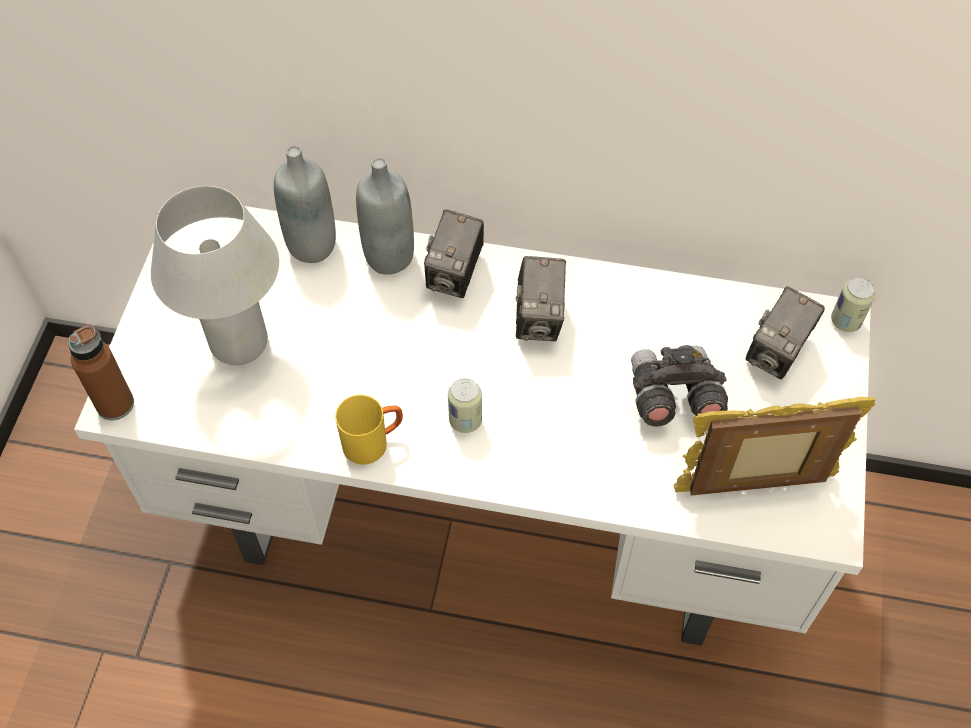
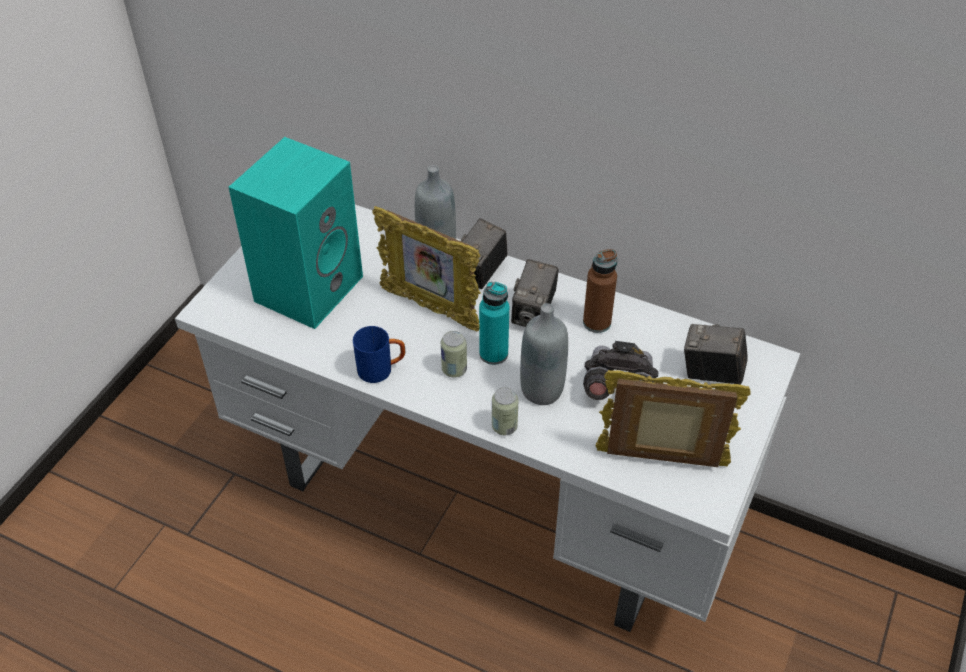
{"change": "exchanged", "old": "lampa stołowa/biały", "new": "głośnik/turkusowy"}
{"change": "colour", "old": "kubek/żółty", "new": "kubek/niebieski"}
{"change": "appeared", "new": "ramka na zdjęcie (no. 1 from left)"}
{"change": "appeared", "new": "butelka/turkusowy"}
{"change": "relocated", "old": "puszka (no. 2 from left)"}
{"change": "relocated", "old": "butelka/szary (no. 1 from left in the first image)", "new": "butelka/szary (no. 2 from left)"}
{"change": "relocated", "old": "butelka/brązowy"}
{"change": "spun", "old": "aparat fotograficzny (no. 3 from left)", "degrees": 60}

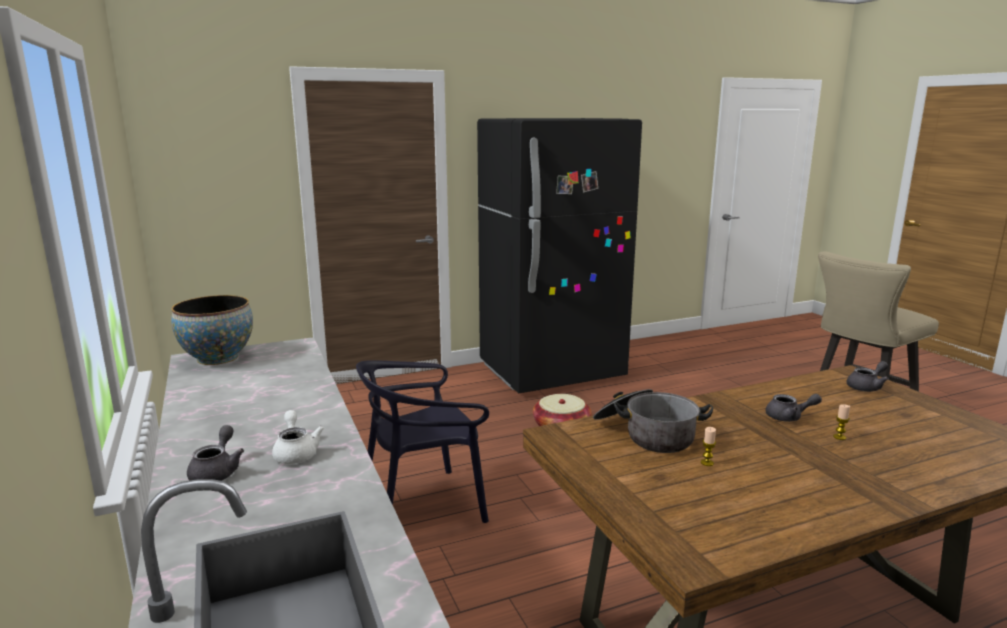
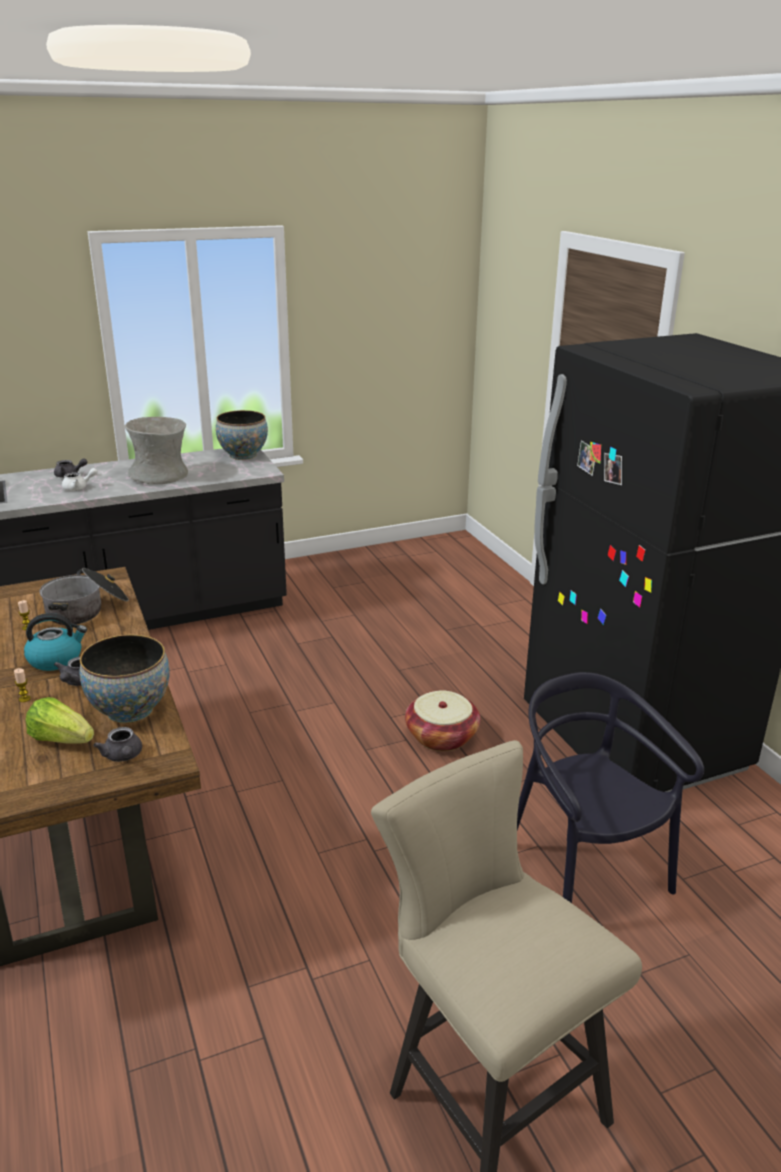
{"change": "appeared", "new": "czajnik"}
{"change": "appeared", "new": "sałata"}
{"change": "appeared", "new": "miska (no. 1 from left)"}
{"change": "appeared", "new": "wazon/szary"}
{"change": "relocated", "old": "krzesło/czarny"}

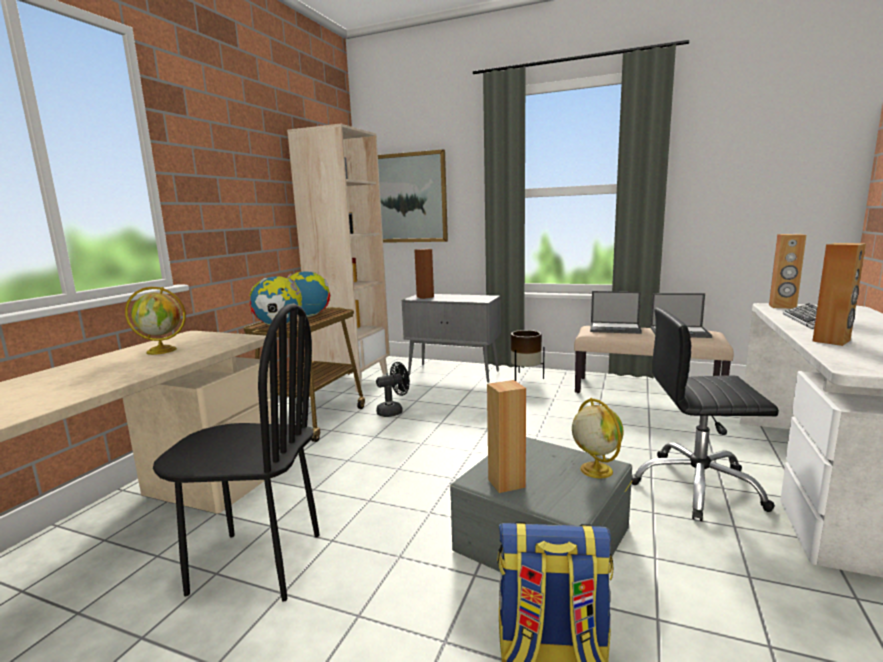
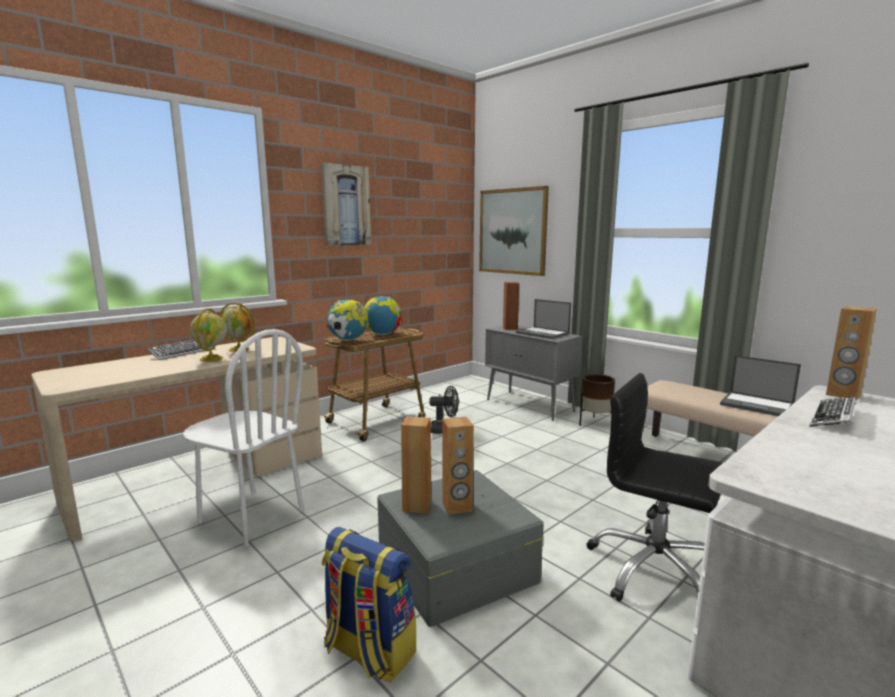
{"change": "appeared", "new": "klawiatura (no. 1 from left)"}
{"change": "colour", "old": "krzesło/czarny", "new": "krzesło/biały"}
{"change": "relocated", "old": "globus (no. 4 from left in the first image)", "new": "globus (no. 1 from left)"}
{"change": "appeared", "new": "obraz (no. 1 from left)"}
{"change": "relocated", "old": "głośnik/brązowy (no. 4 from left in the first image)", "new": "głośnik/brązowy (no. 2 from left)"}
{"change": "relocated", "old": "laptop (no. 1 from left)"}
{"change": "missing", "old": "regał/beżowy"}

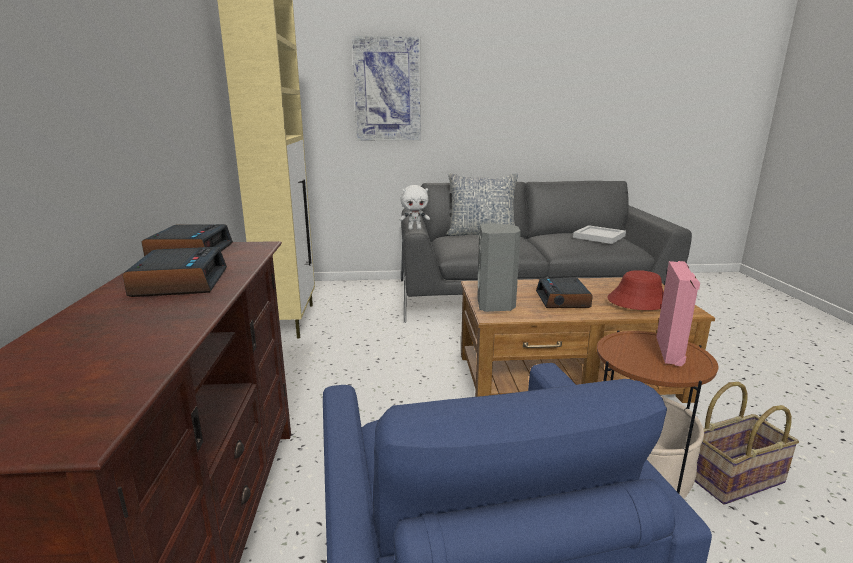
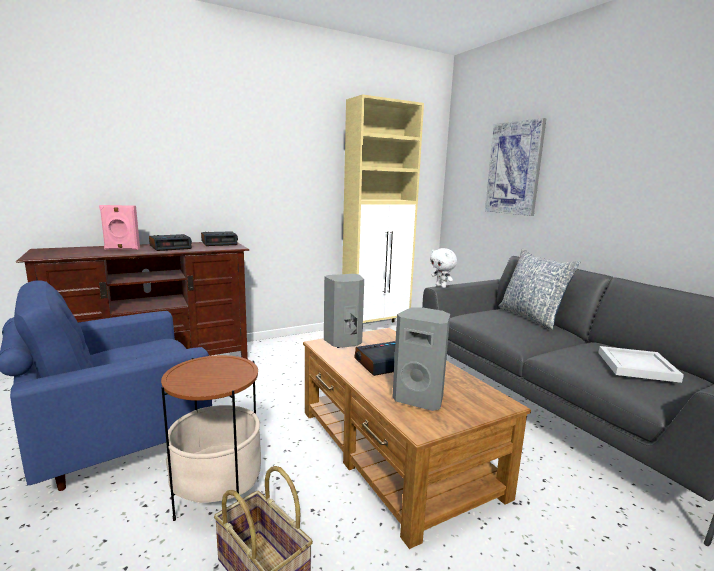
{"change": "relocated", "old": "głośnik/różowy"}
{"change": "exchanged", "old": "kapelusz/czerwony", "new": "głośnik/szary (no. 2 from left)"}

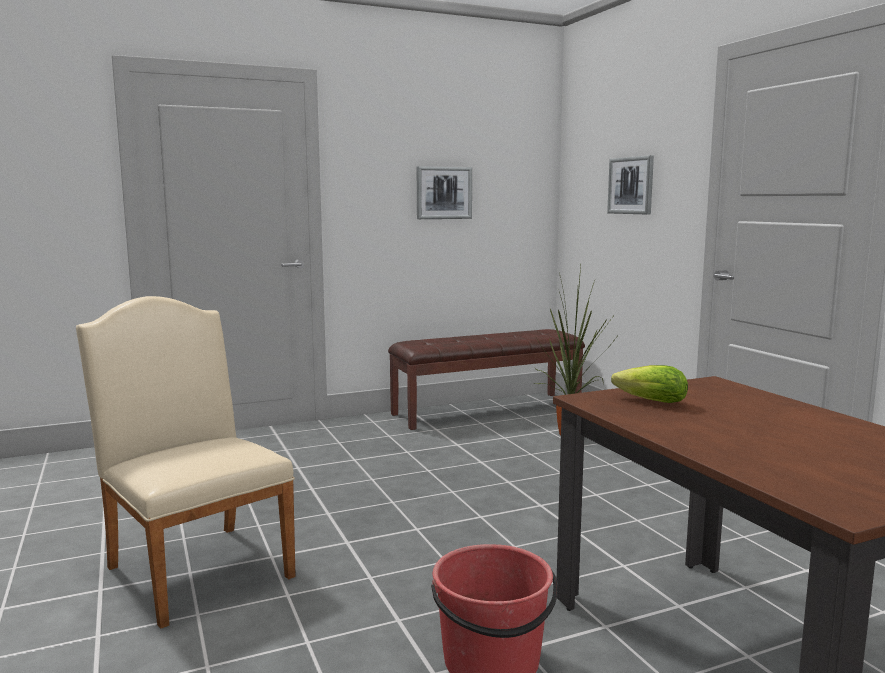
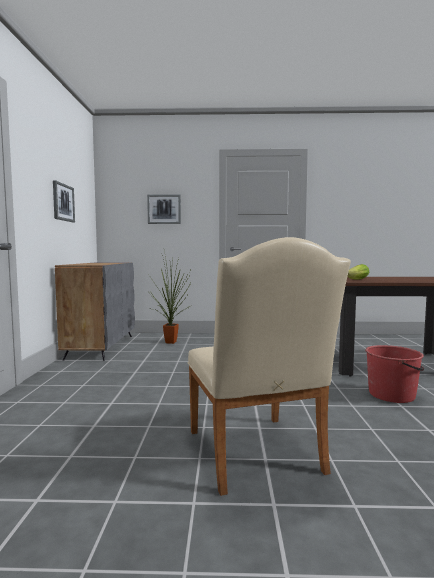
{"change": "exchanged", "old": "ławka/brązowy", "new": "szafka/szary"}
{"change": "spun", "old": "krzesło/beżowy", "degrees": -90}

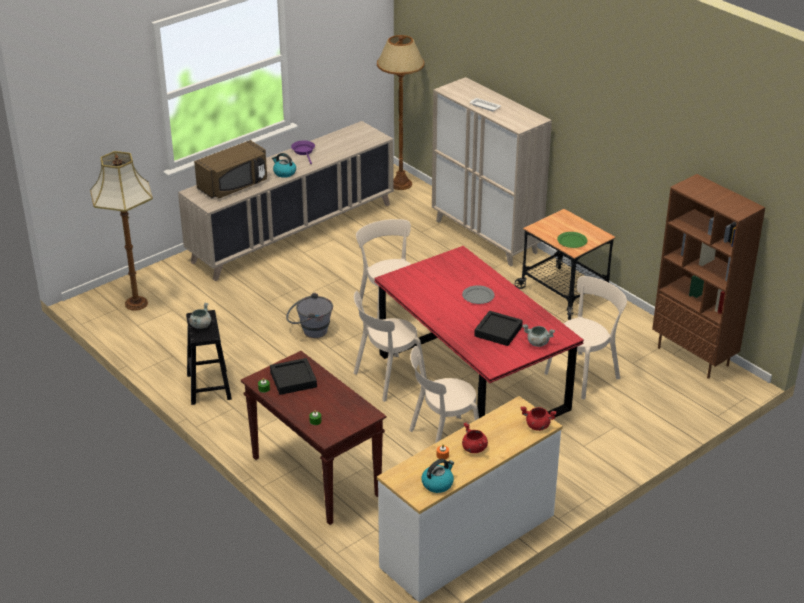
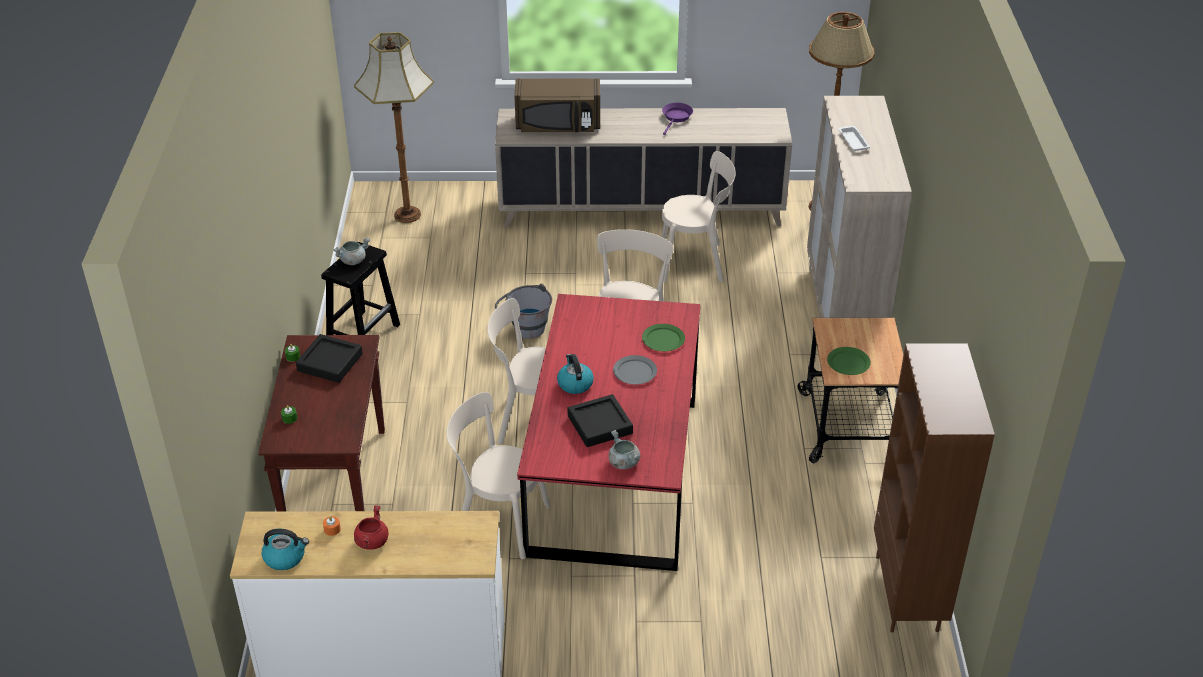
{"change": "relocated", "old": "czajnik (no. 1 from left in the first image)", "new": "czajnik (no. 2 from left)"}
{"change": "appeared", "new": "talerz/zielony (no. 1 from left)"}
{"change": "relocated", "old": "krzesło/beżowy (no. 4 from left)"}
{"change": "missing", "old": "garnek/czerwony (no. 2 from left)"}

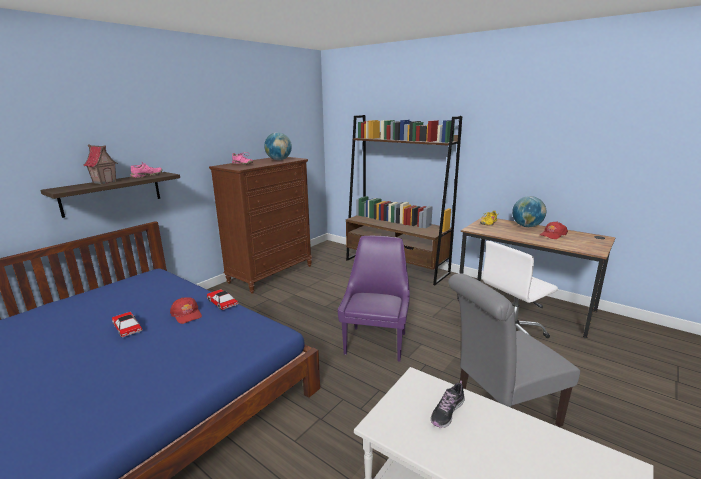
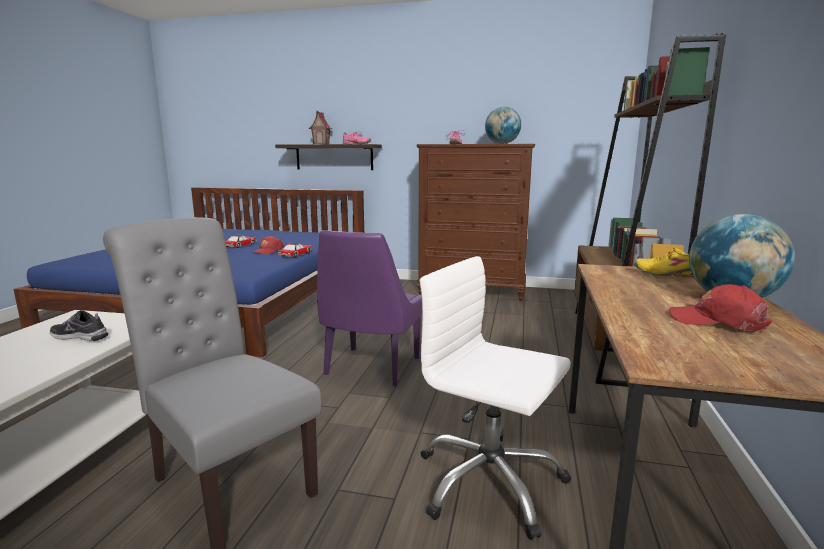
{"change": "spun", "old": "krzesło/fioletowy", "degrees": 120}

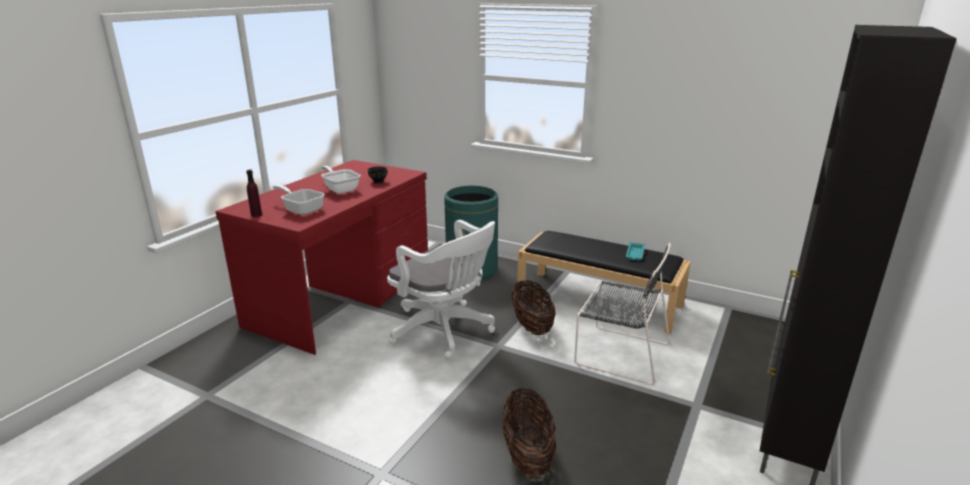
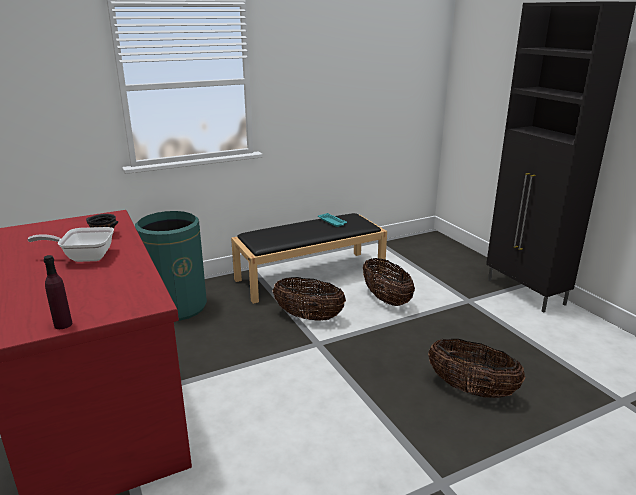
{"change": "exchanged", "old": "krzesło/czarny", "new": "koszyk (no. 2 from left)"}
{"change": "missing", "old": "patelnia (no. 1 from left)"}
{"change": "missing", "old": "krzesło biurowe/biały"}

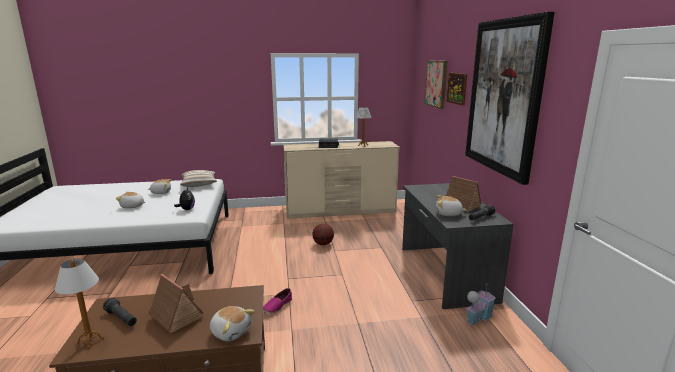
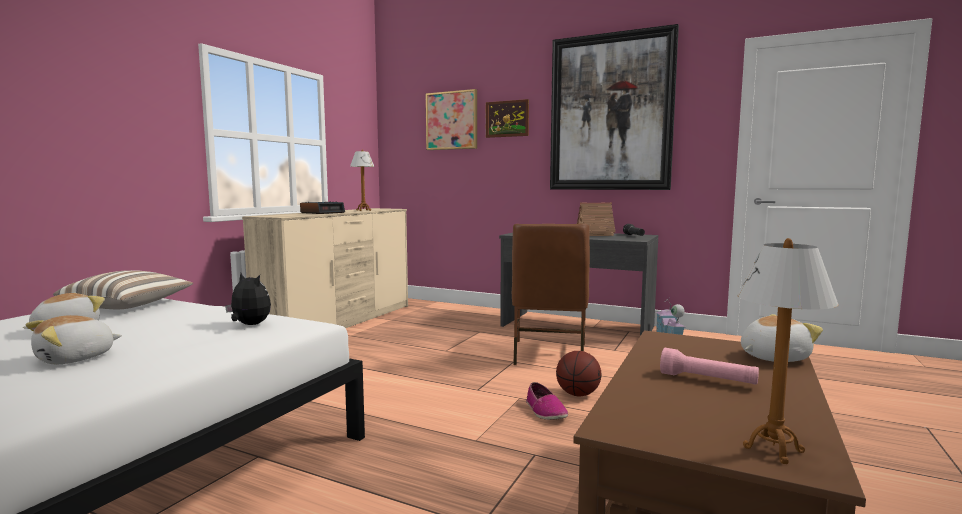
{"change": "appeared", "new": "krzesło/brązowy"}
{"change": "relocated", "old": "piłka do koszykówki"}
{"change": "exchanged", "old": "domek (no. 1 from left)", "new": "latarka/różowy"}
{"change": "missing", "old": "latarka/czarny (no. 1 from left)"}
{"change": "missing", "old": "pluszak (no. 5 from left)"}

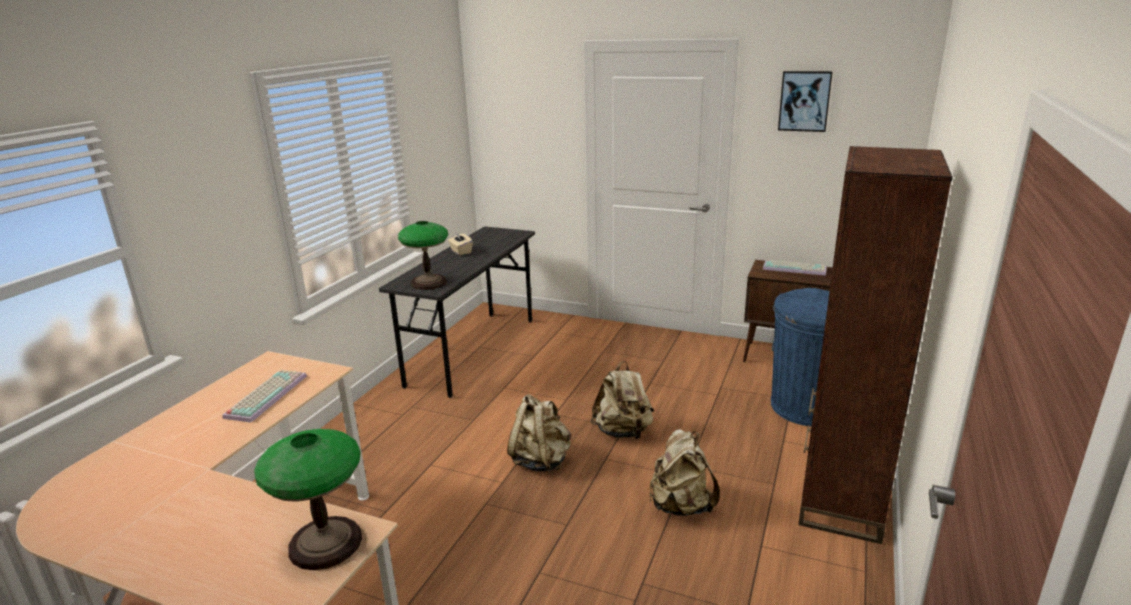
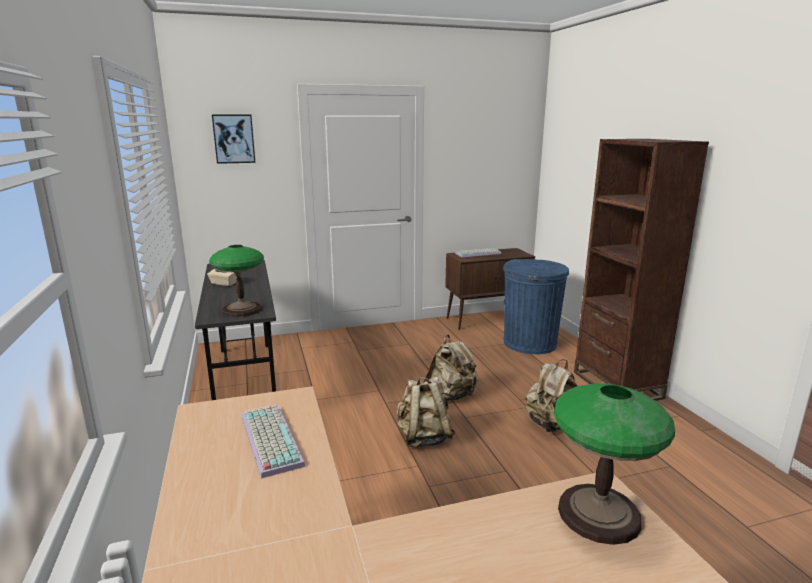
{"change": "relocated", "old": "obraz"}

